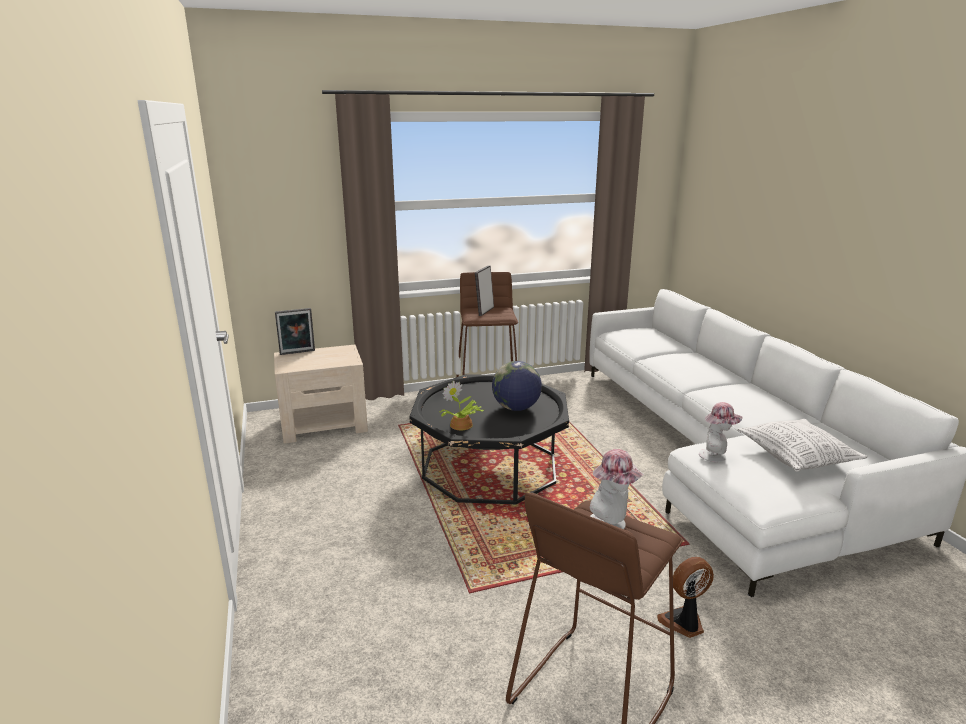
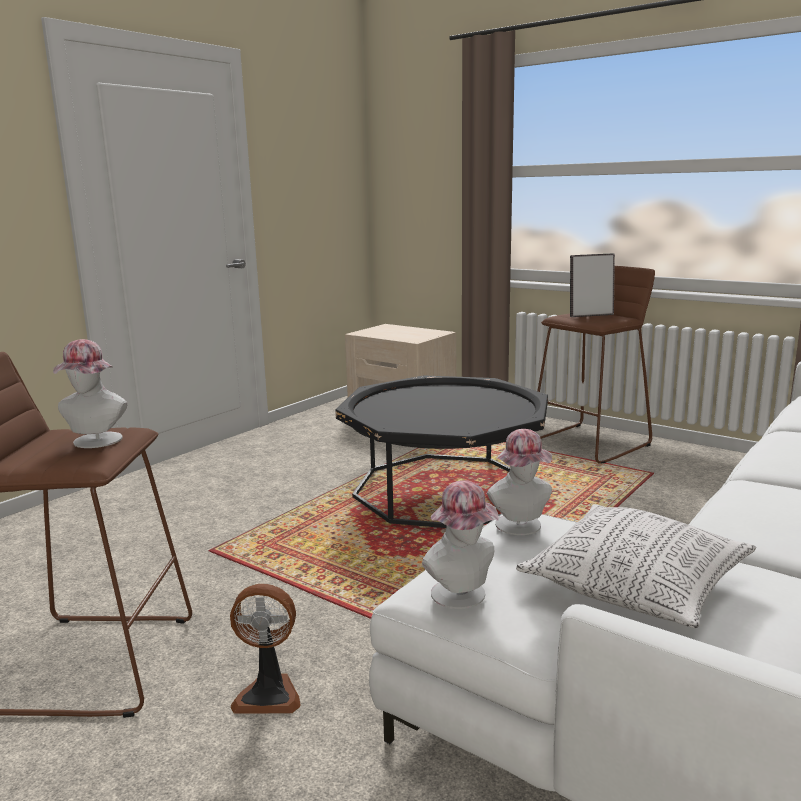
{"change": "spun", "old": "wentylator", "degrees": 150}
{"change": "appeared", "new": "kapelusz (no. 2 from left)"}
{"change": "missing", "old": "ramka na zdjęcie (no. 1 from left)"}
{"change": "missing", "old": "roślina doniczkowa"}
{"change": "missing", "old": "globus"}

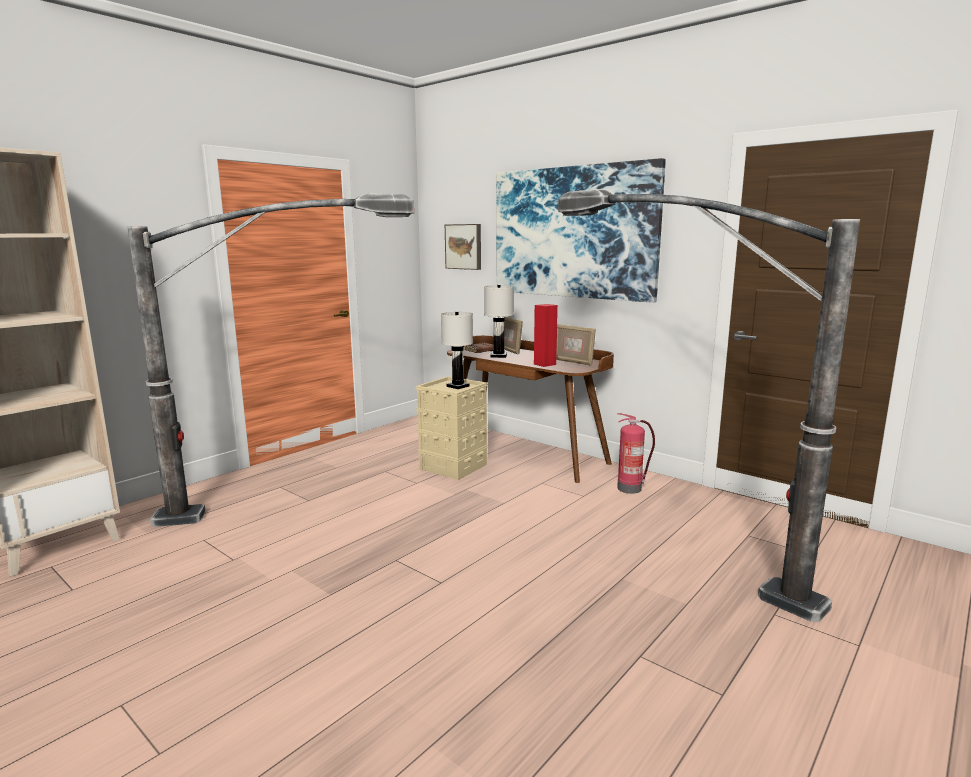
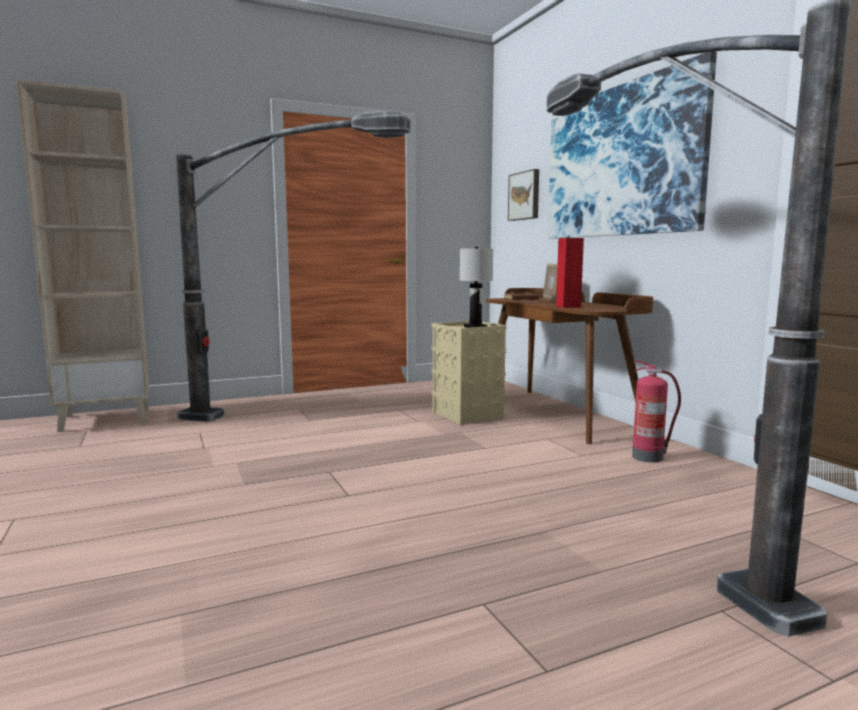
{"change": "missing", "old": "lampa stołowa/biały (no. 2 from left)"}
{"change": "missing", "old": "ramka na zdjęcie (no. 2 from left)"}

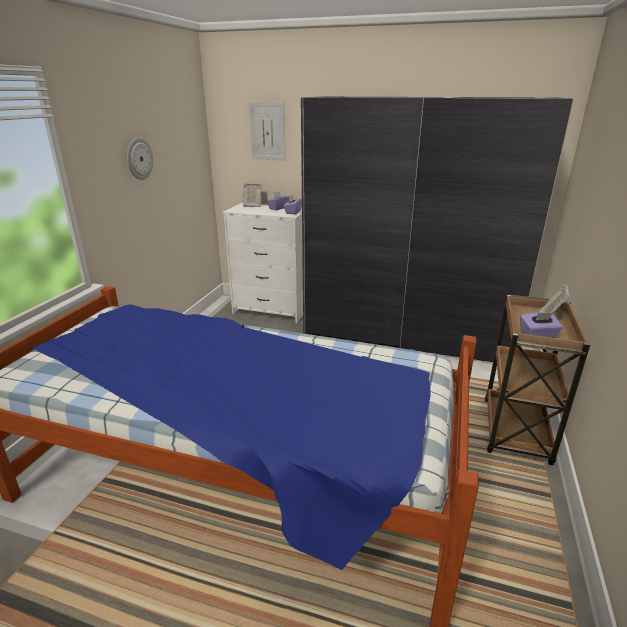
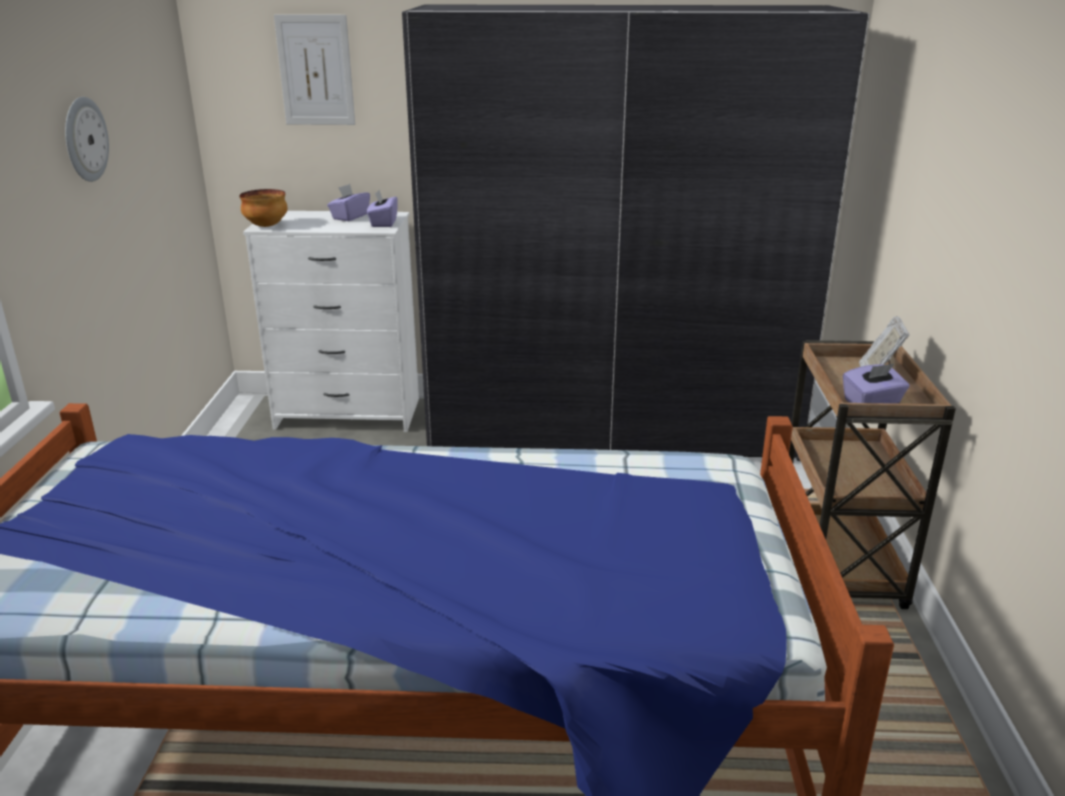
{"change": "appeared", "new": "miska"}
{"change": "missing", "old": "ramka na zdjęcie (no. 1 from left)"}

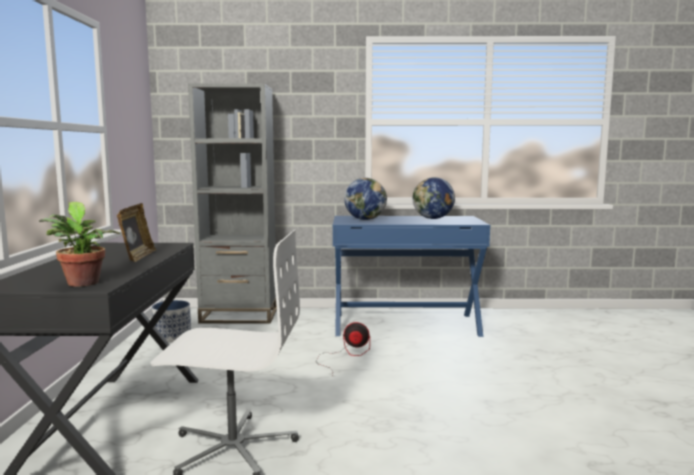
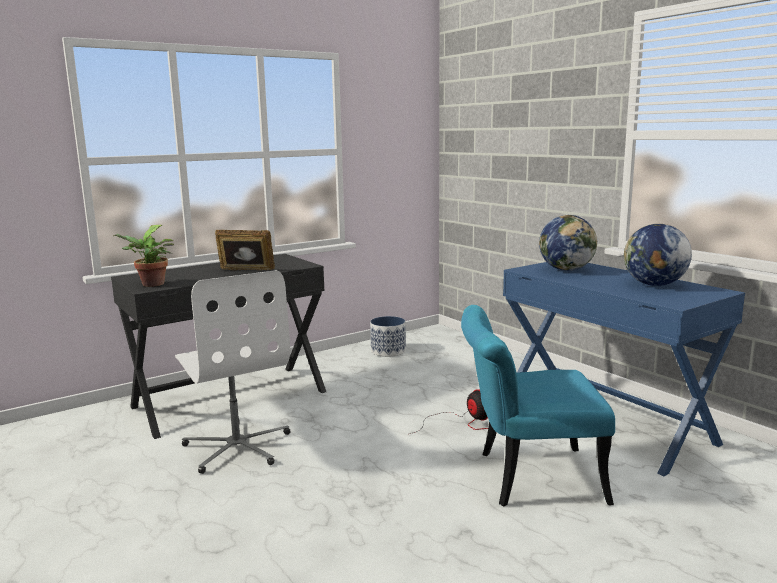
{"change": "spun", "old": "ramka na zdjęcie", "degrees": -135}
{"change": "appeared", "new": "krzesło/turkusowy"}
{"change": "missing", "old": "regał/szary"}

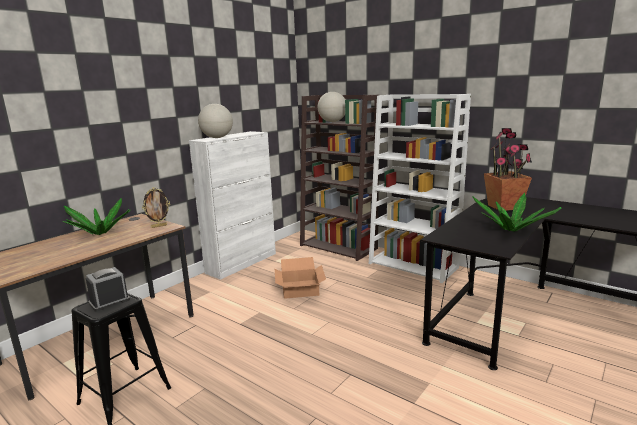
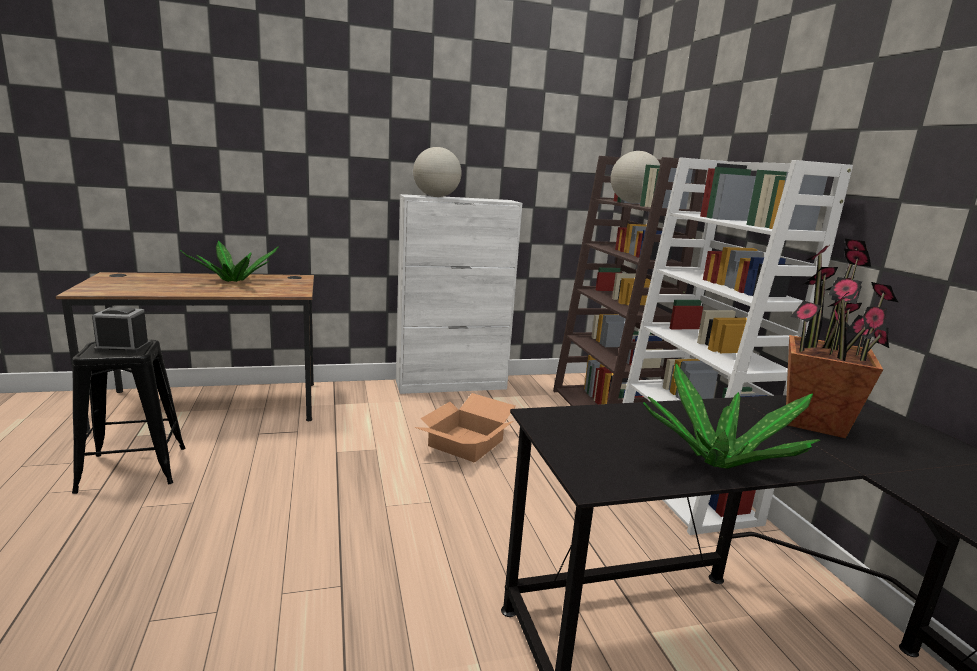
{"change": "missing", "old": "ramka na zdjęcie"}

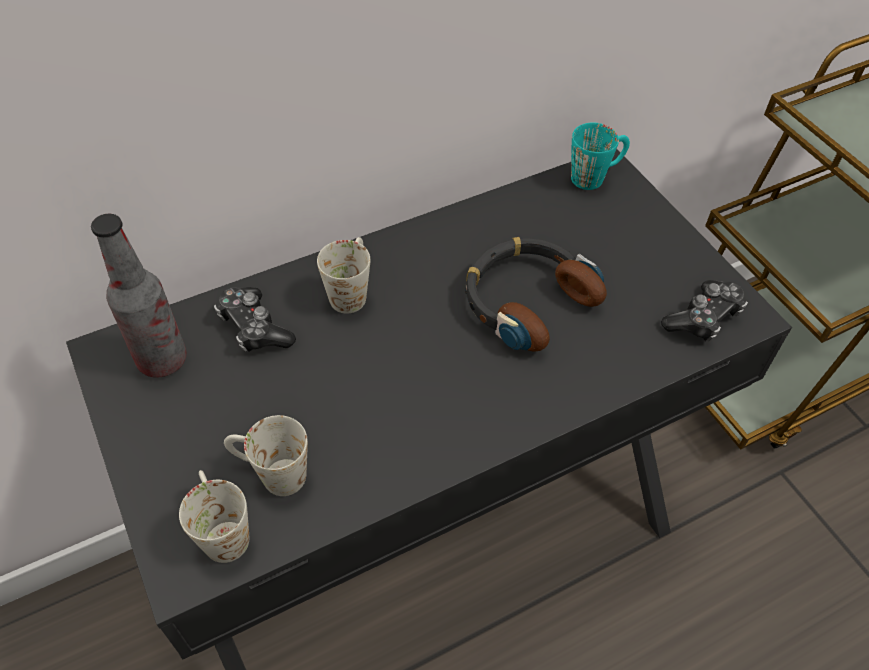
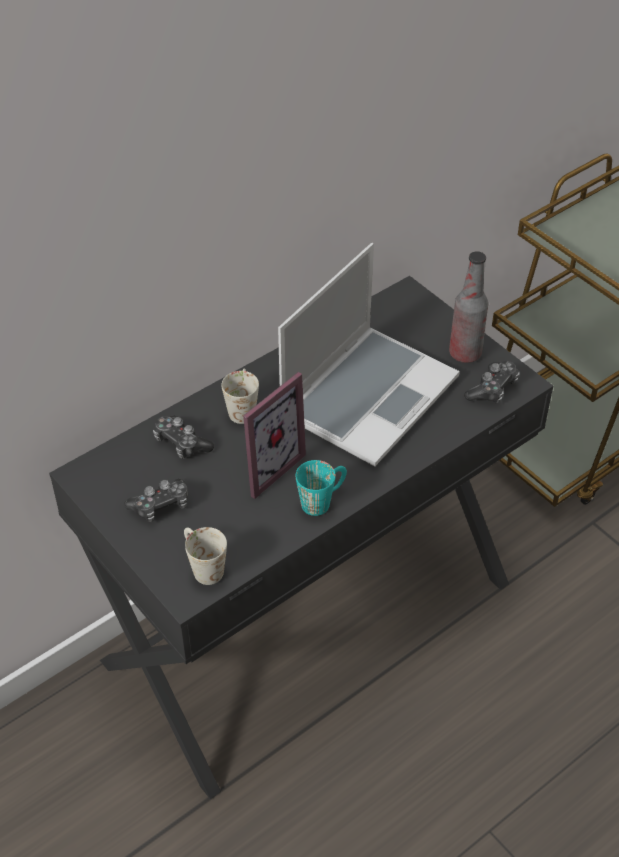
{"change": "appeared", "new": "pad do gier (no. 1 from left)"}
{"change": "appeared", "new": "ramka na zdjęcie"}
{"change": "exchanged", "old": "słuchawki", "new": "laptop"}
{"change": "relocated", "old": "kubek/turkusowy"}
{"change": "relocated", "old": "butelka"}
{"change": "missing", "old": "kubek/biały (no. 2 from left)"}

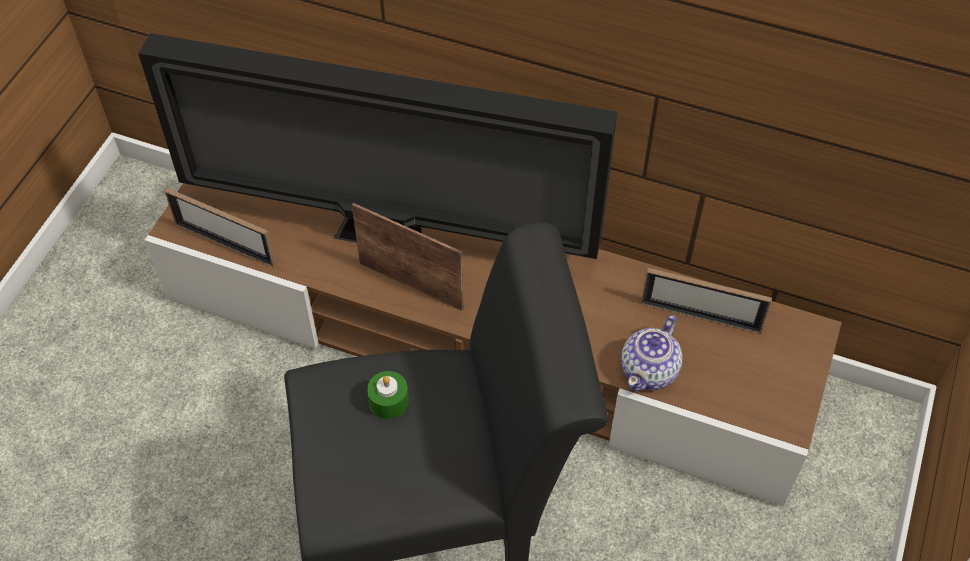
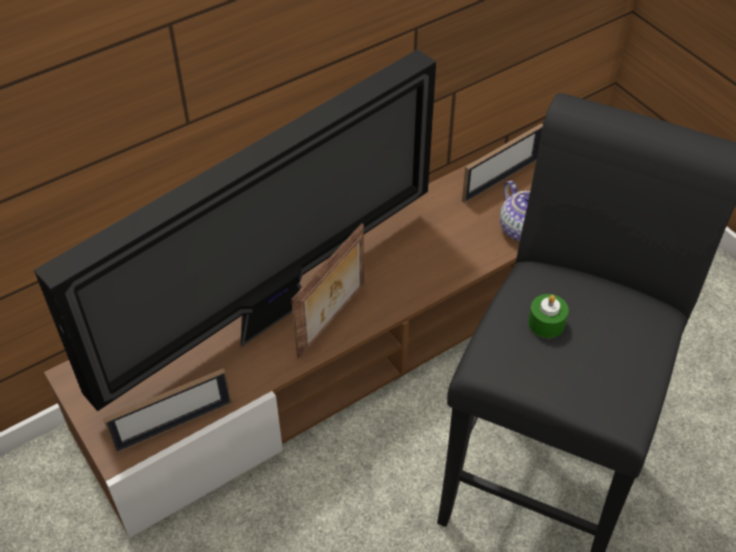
{"change": "spun", "old": "ramka na zdjęcie (no. 2 from left)", "degrees": 150}

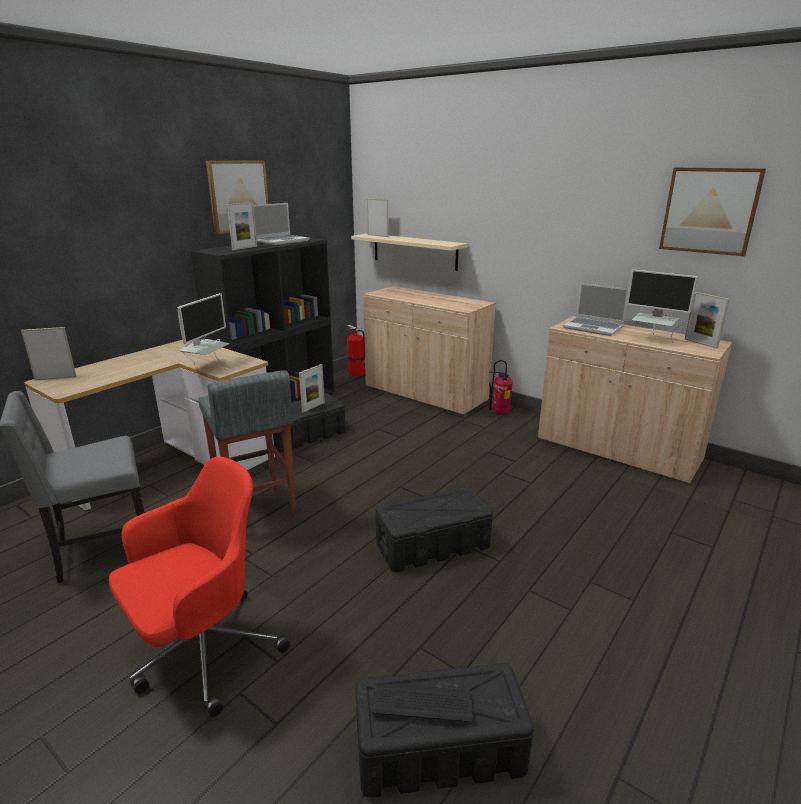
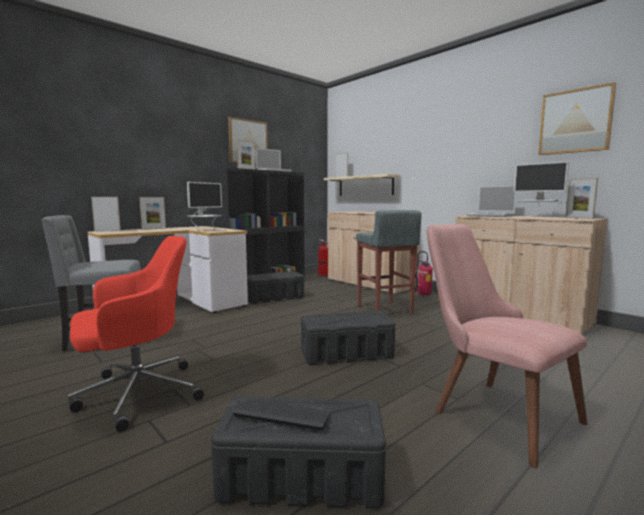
{"change": "relocated", "old": "ramka na zdjęcie (no. 3 from left in the first image)", "new": "ramka na zdjęcie (no. 2 from left)"}
{"change": "relocated", "old": "stołek/szary"}
{"change": "appeared", "new": "krzesło/różowy"}

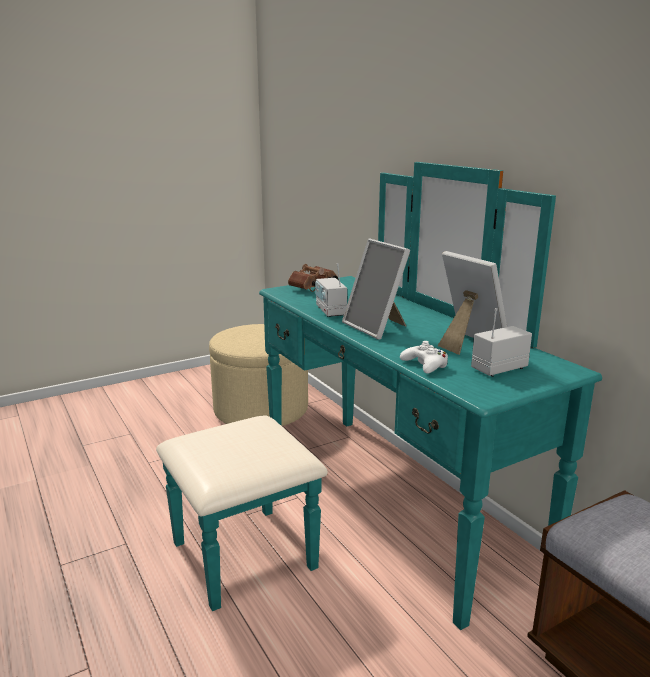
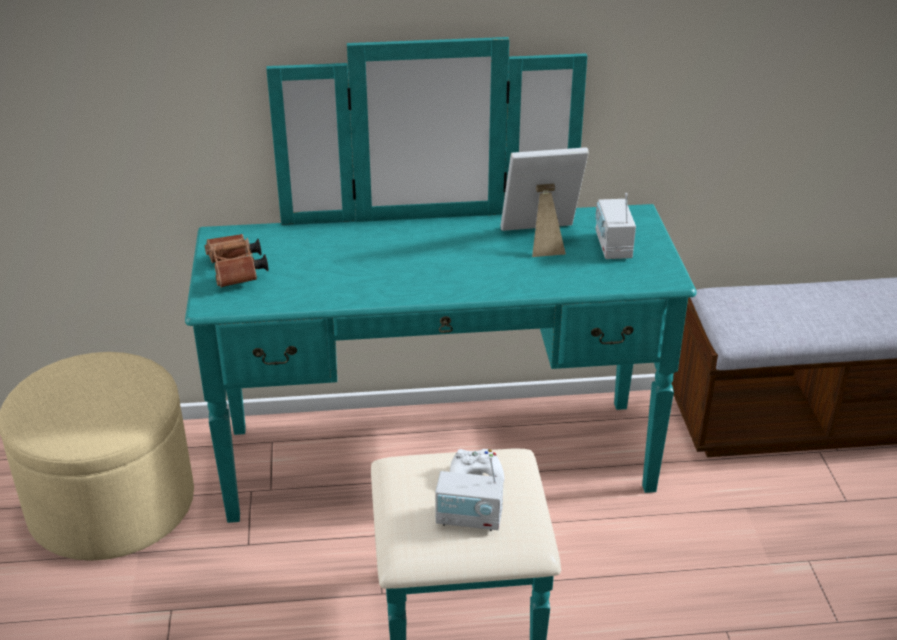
{"change": "relocated", "old": "radio (no. 1 from left)"}
{"change": "relocated", "old": "pad do gier/biały"}
{"change": "missing", "old": "ramka na zdjęcie (no. 1 from left)"}

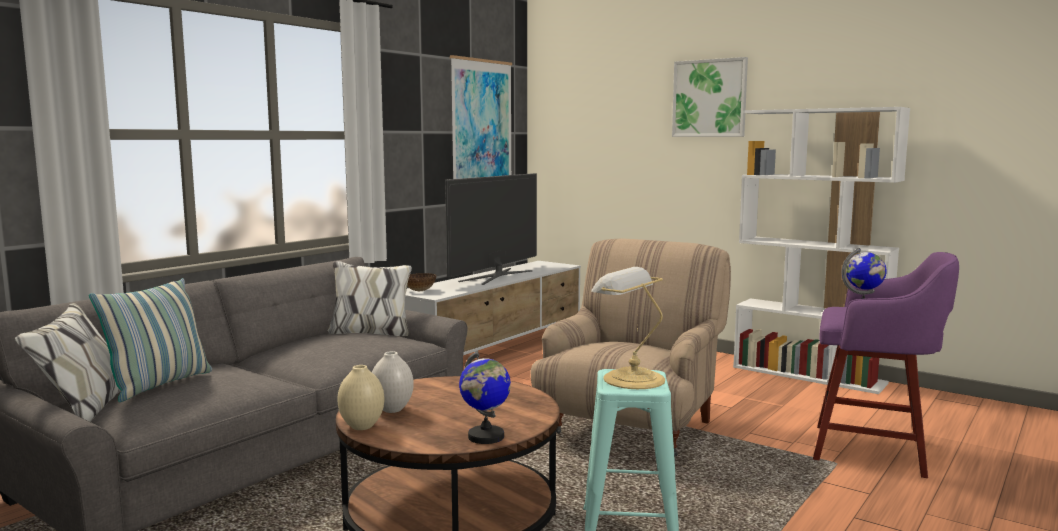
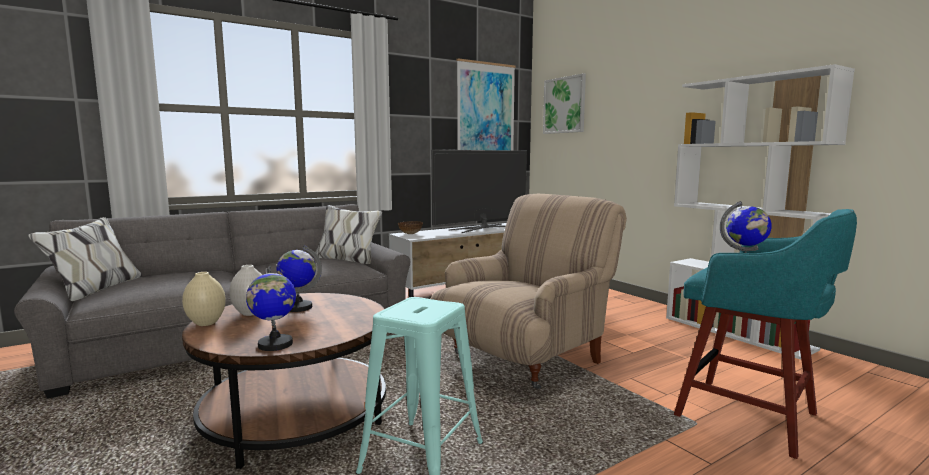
{"change": "appeared", "new": "globus (no. 2 from left)"}
{"change": "relocated", "old": "obraz (no. 2 from left)"}
{"change": "colour", "old": "stołek/fioletowy", "new": "stołek/turkusowy (no. 2 from left)"}
{"change": "missing", "old": "poduszka"}
{"change": "missing", "old": "lampa stołowa"}

